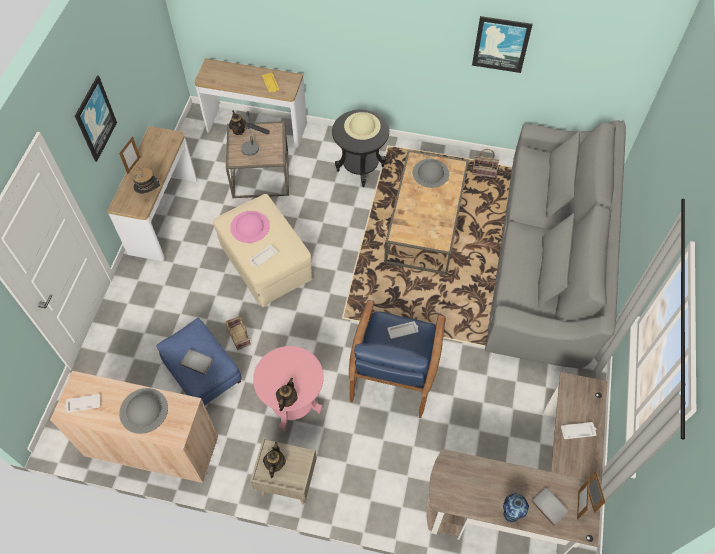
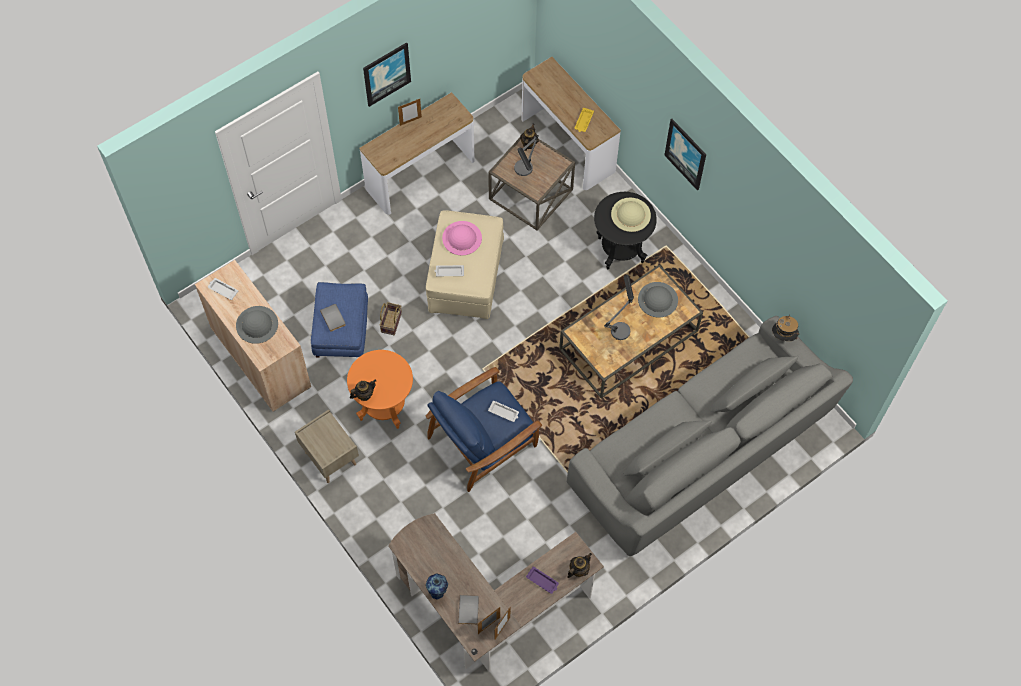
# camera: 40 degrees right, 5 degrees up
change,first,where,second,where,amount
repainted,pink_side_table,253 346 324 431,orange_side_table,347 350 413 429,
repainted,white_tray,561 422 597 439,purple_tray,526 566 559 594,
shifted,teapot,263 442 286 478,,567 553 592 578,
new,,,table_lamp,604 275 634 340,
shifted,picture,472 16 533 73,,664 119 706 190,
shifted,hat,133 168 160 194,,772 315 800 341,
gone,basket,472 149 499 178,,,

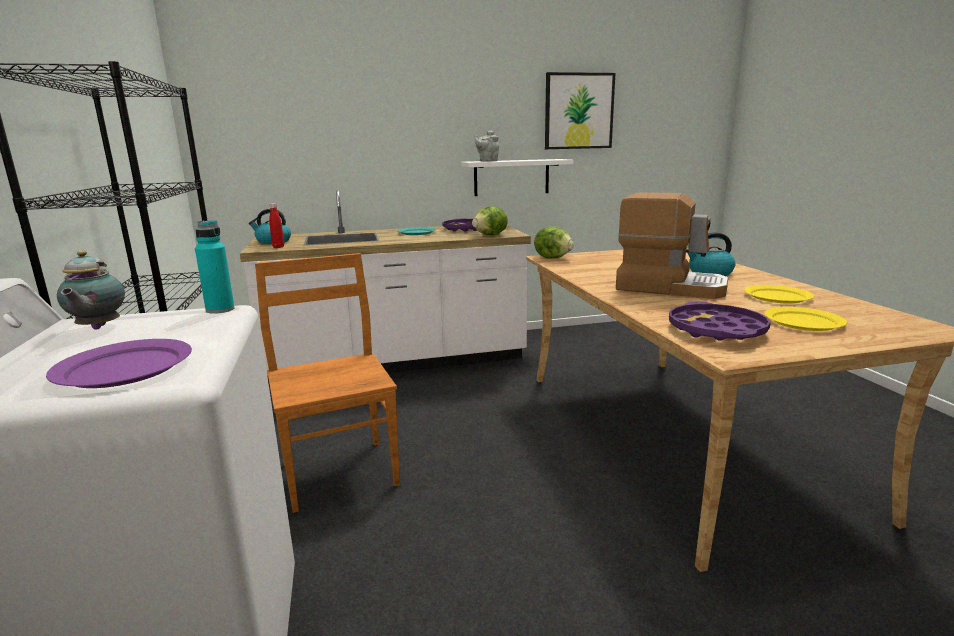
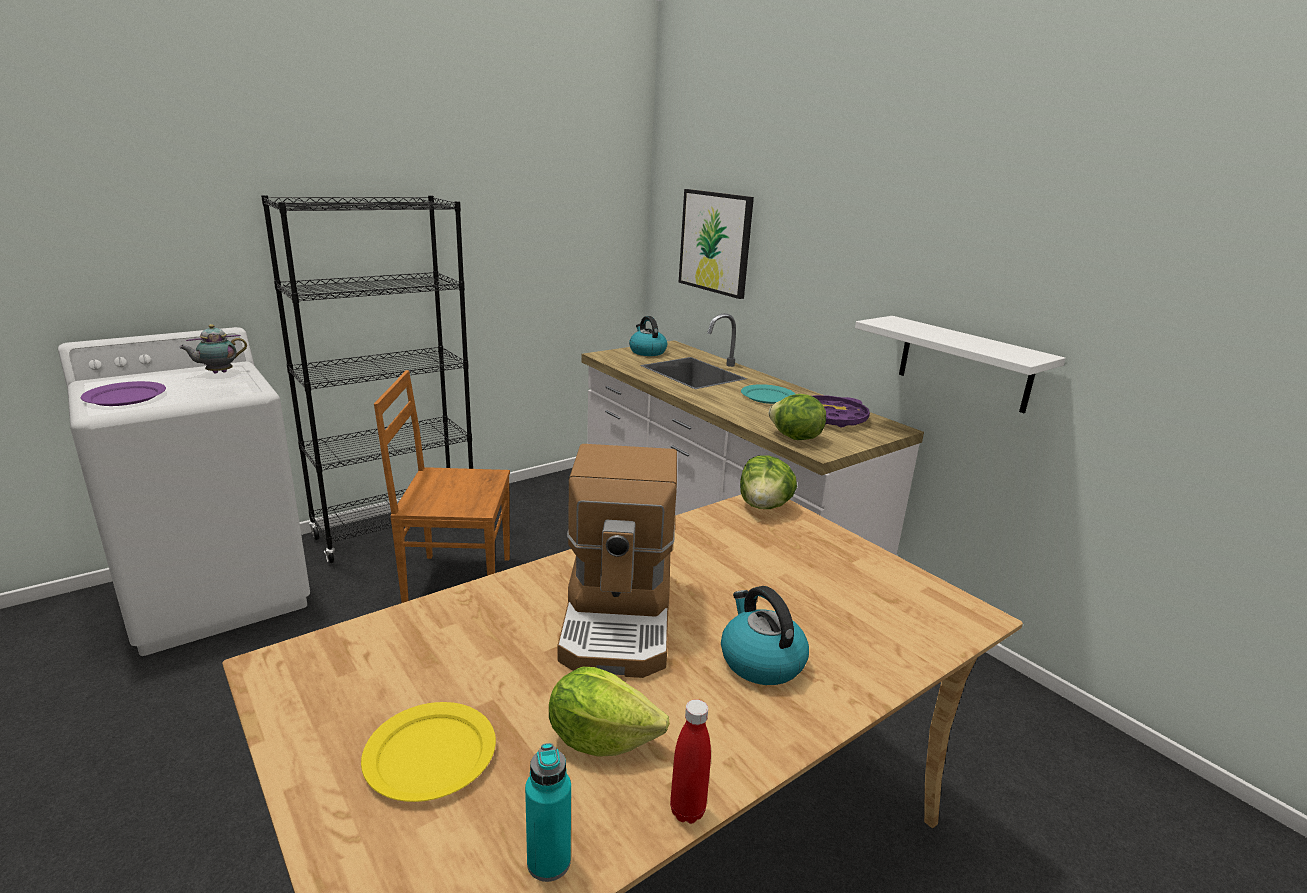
# camera: 65 degrees right, 5 degrees up
change,first,where,second,where,amount
rotated,brown_chair,255 253 400 513,,374 370 510 603,135 degrees counterclockwise
shifted,turquoise_bottle,195 220 235 314,,525 743 571 882,
swapped,yellow_plate,744 285 814 303,lettuce,549 667 670 757,
shifted,red_bottle,269 203 284 248,,670 699 711 824,
shifted,picture,545 72 615 149,,679 189 754 299,
gone,grey_teapot,475 130 499 162,,,
gone,purple_tray,669 301 771 341,,,

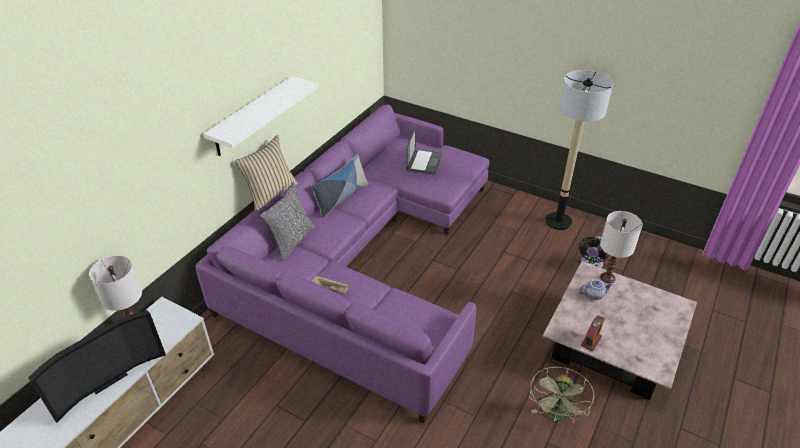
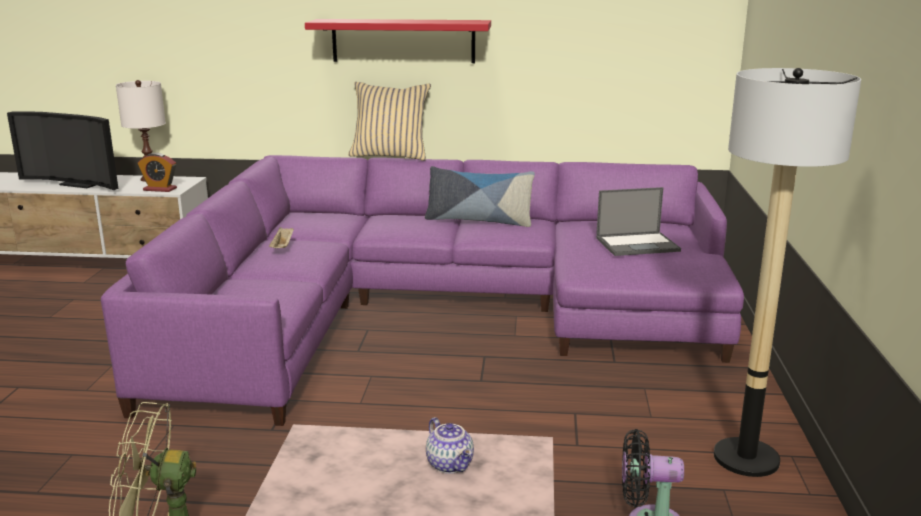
# camera: 65 degrees right, 20 degrees down
change,first,where,second,where,amount
shifted,alarm_clock,581 315 605 351,,138 153 177 192,
repainted,white_shelf,203 76 319 156,red_shelf,305 19 491 63,
gone,grey_pillow,259 182 315 261,,,
gone,white_table_lamp,600 211 643 283,,,

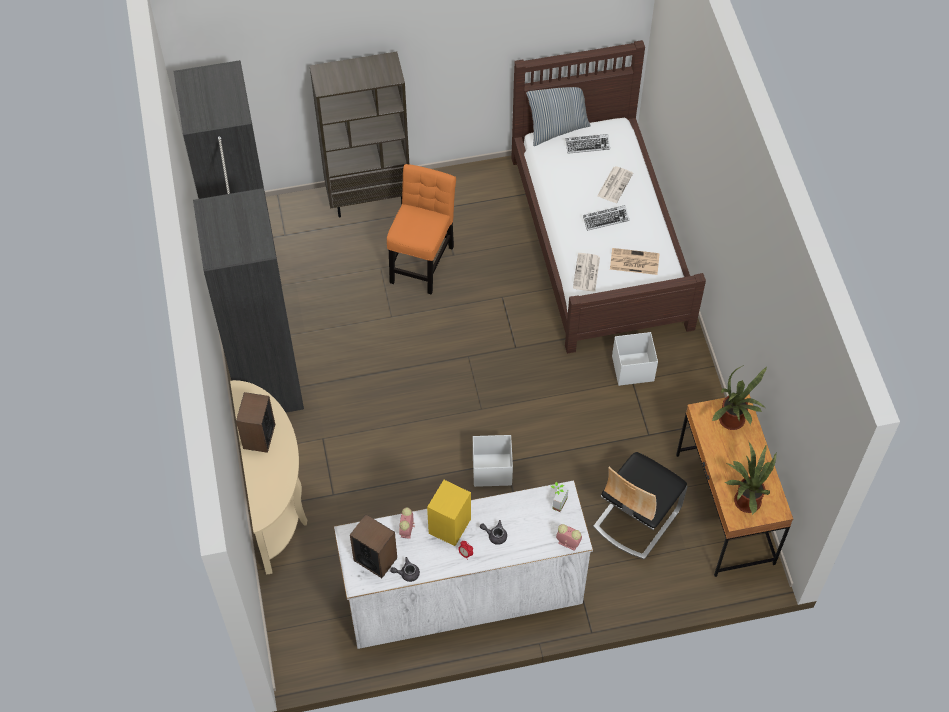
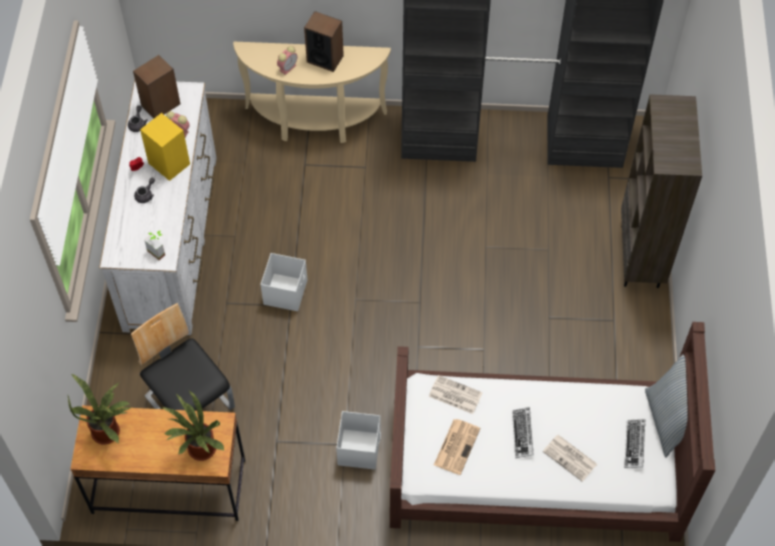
# camera: 105 degrees right, 0 degrees up
change,first,where,second,where,amount
shifted,alarm_clock,556 524 582 551,,277 46 297 75,
gone,orange_chair,387 164 456 294,,,

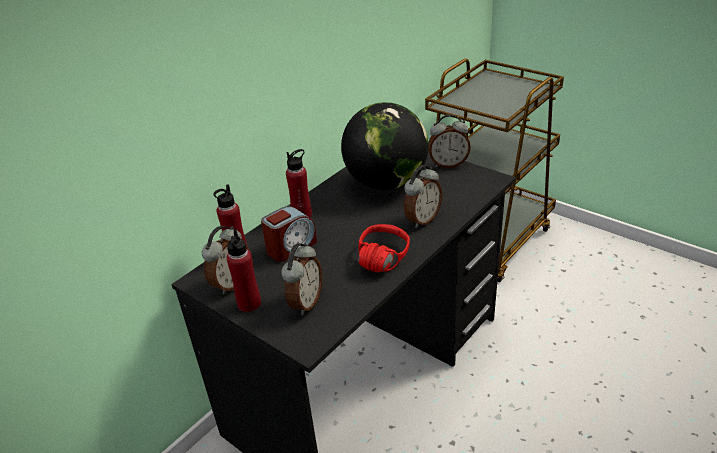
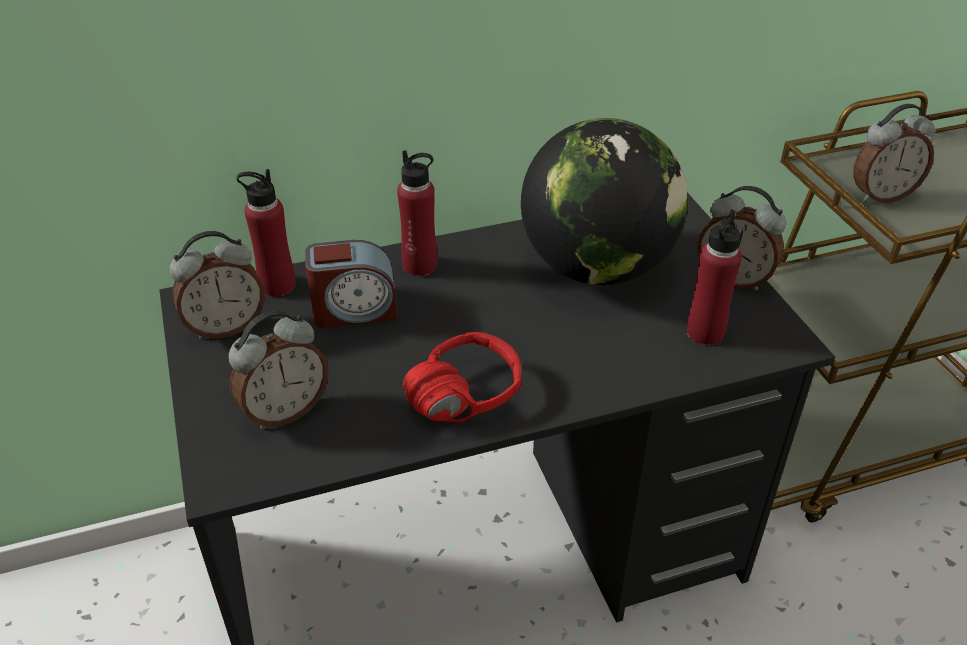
# camera: 30 degrees right, 5 degrees up
change,first,where,second,where,amount
shifted,red_bottle,226 229 261 312,,686 210 742 345,
shifted,alarm_clock,404 165 442 228,,853 104 936 203,

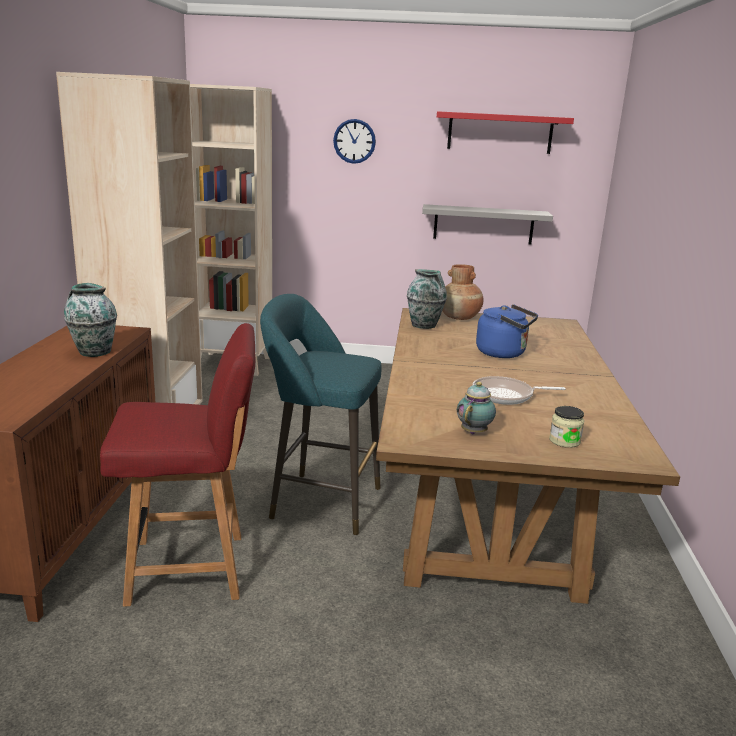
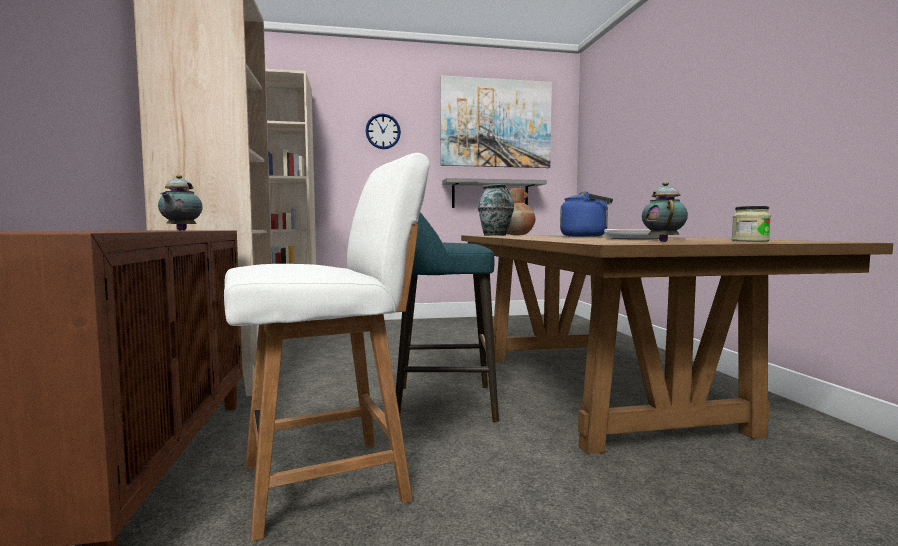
# camera: 15 degrees left, 15 degrees down
change,first,where,second,where,amount
swapped,vase,64 283 117 357,teapot,158 175 203 230,
repainted,red_chair,100 323 255 607,white_chair,224 153 430 542,
swapped,red_shelf,437 111 574 154,picture,440 75 552 168,

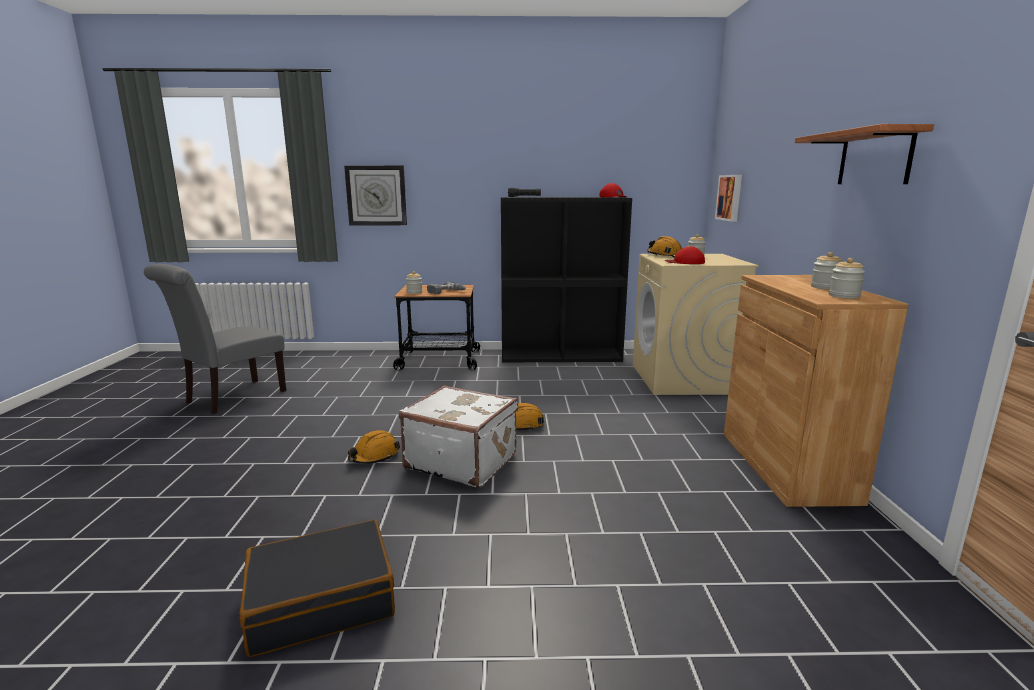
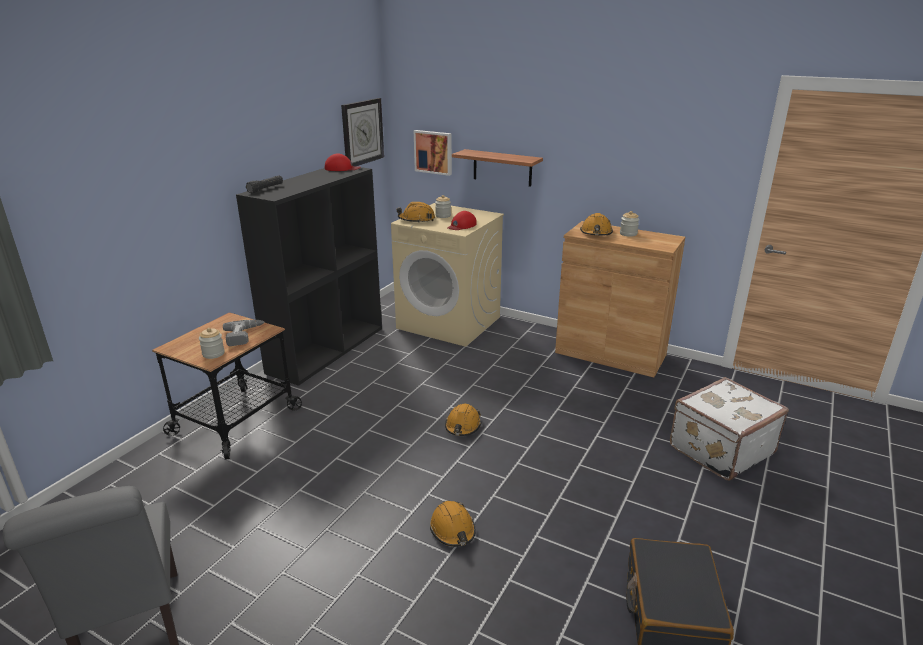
# camera: 60 degrees left, 10 degrees up
change,first,where,second,where,amount
shifted,wall_clock,344 166 407 226,,341 98 384 166,
shifted,shelf,795 124 934 184,,452 149 543 187,
new,,,orange_hard_hat,580 213 613 236,
shifted,white_suitcase,399 385 518 488,,670 377 789 481,
gone,jar,829 258 865 299,,,

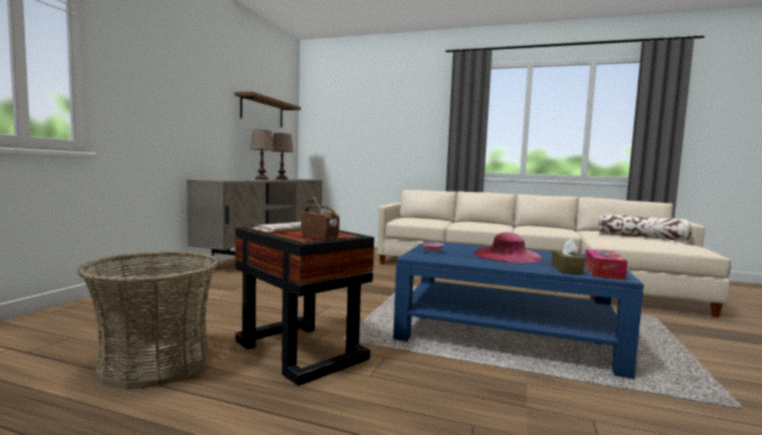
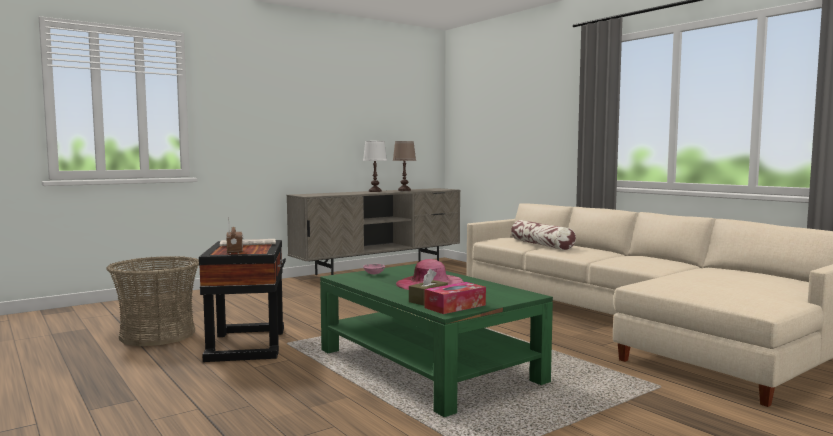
# camera: 35 degrees right, 0 degrees up
change,first,where,second,where,amount
repainted,blue_coffee_table,393 241 644 379,green_coffee_table,320 264 553 417,
repainted,brown_table_lamp,250 129 274 180,white_table_lamp,363 141 387 192,
shifted,pillow,597 214 692 241,,511 220 576 250,
gone,brown_shelf,234 91 301 127,,,

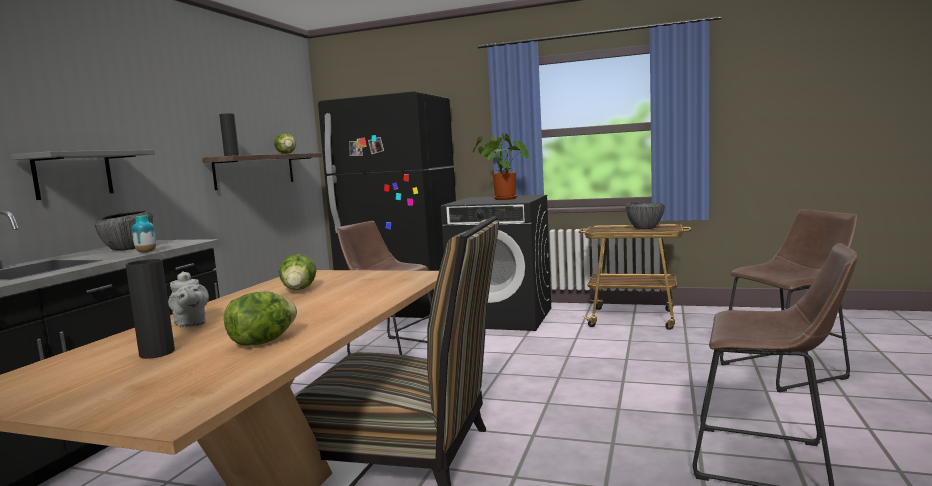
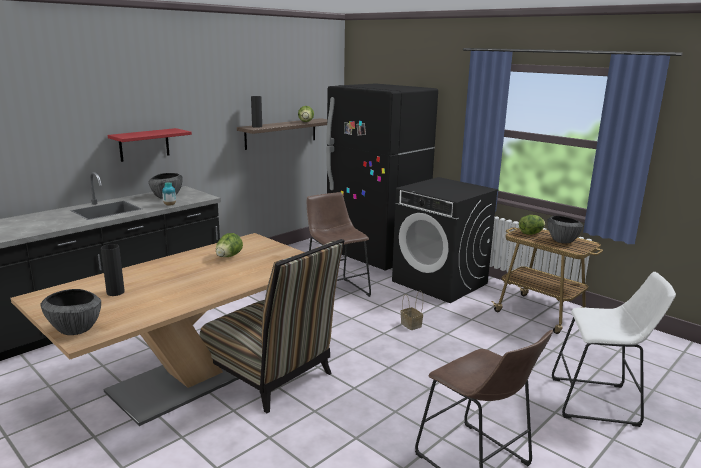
# camera: 25 degrees right, 10 degrees up
change,first,where,second,where,amount
new,,,bowl,40 289 101 335,
repainted,grey_shelf,11 150 155 200,red_shelf,108 128 192 162,
new,,,basket,401 290 423 330,
shifted,lettuce,224 291 297 346,,519 215 545 235,
repainted,brown_stool,720 209 857 392,white_stool,552 272 676 427,
gone,grey_teapot,168 271 209 327,,,
gone,potted_plant,473 133 529 200,,,

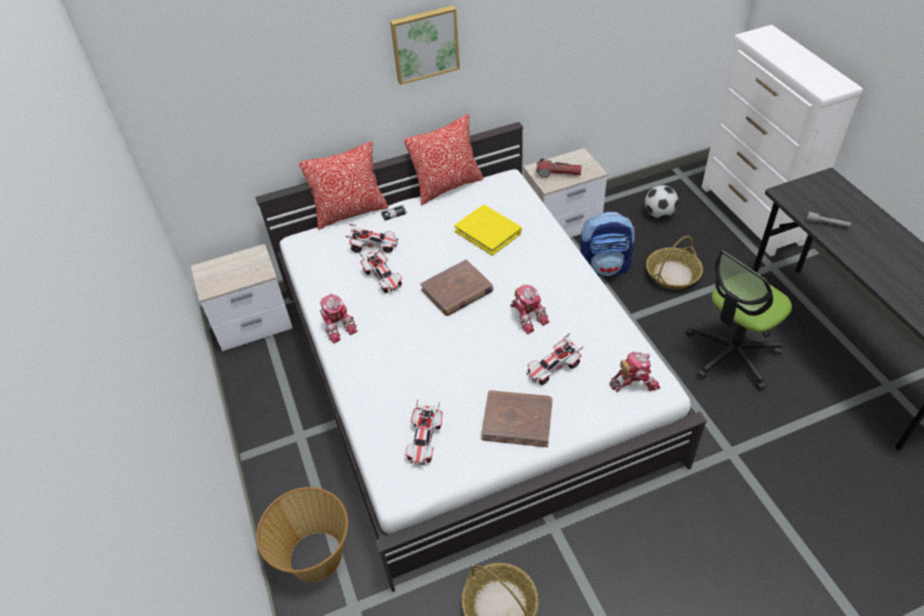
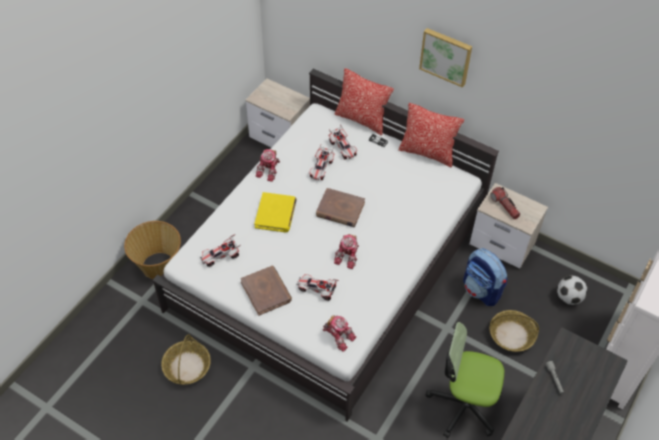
# camera: 50 degrees right, 5 degrees up
change,first,where,second,where,amount
shifted,yellow_book,454 205 522 256,,254 192 297 232,

